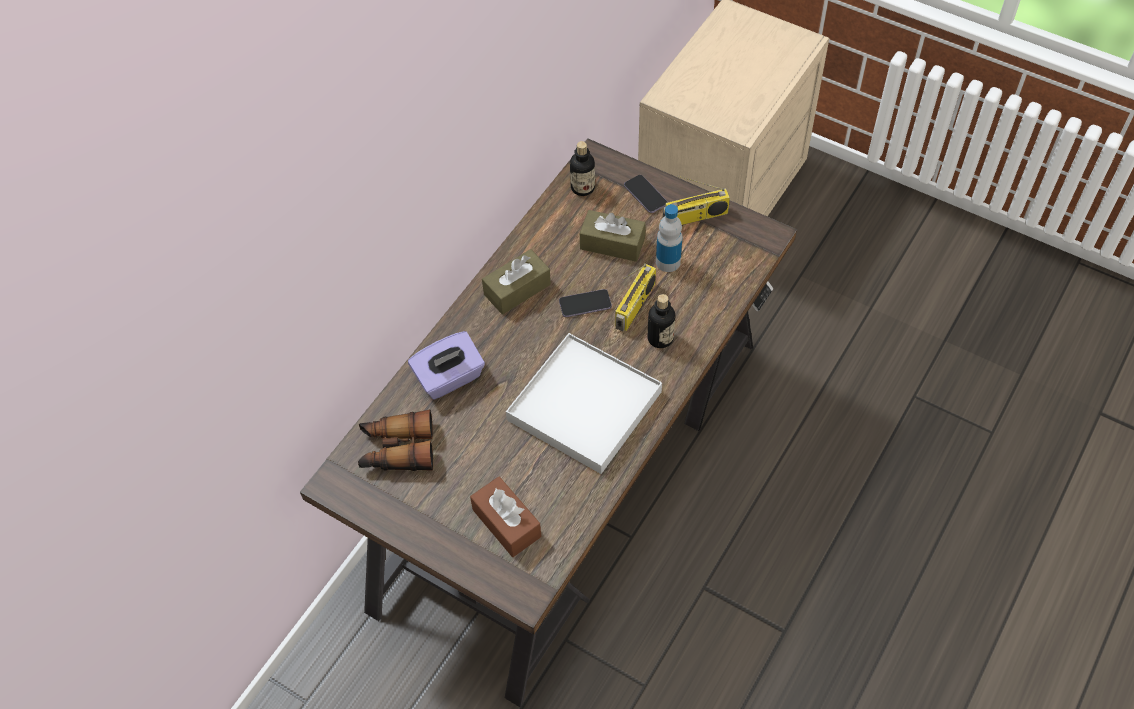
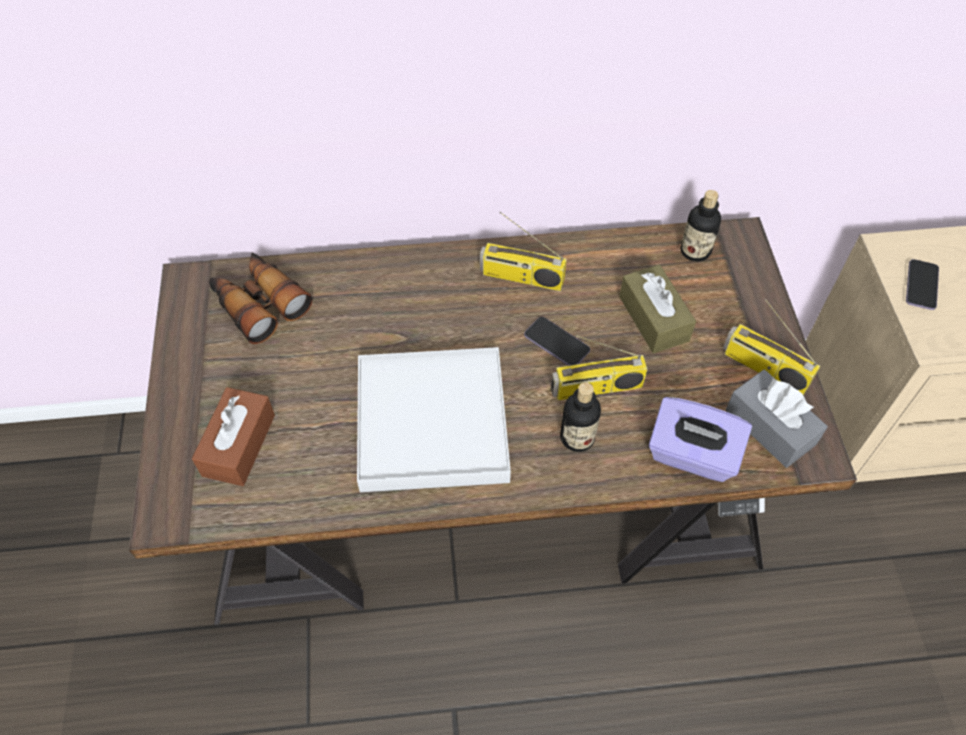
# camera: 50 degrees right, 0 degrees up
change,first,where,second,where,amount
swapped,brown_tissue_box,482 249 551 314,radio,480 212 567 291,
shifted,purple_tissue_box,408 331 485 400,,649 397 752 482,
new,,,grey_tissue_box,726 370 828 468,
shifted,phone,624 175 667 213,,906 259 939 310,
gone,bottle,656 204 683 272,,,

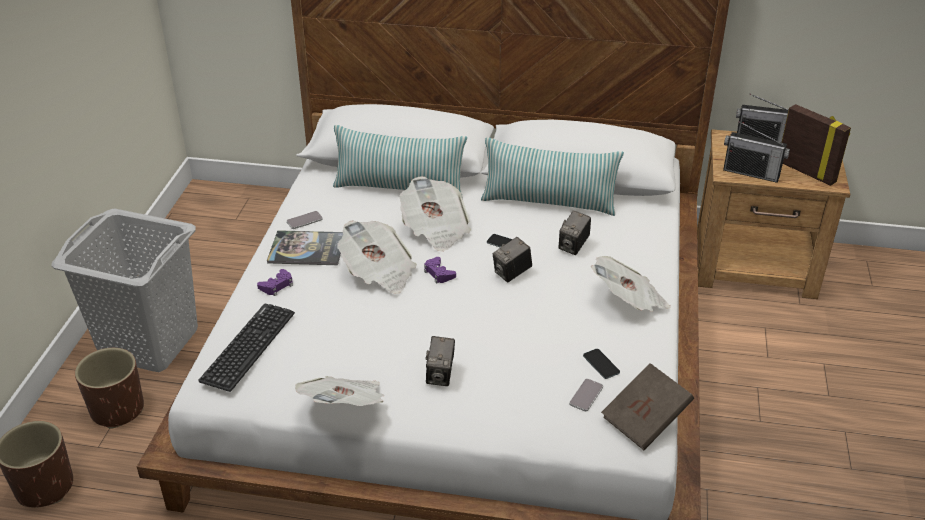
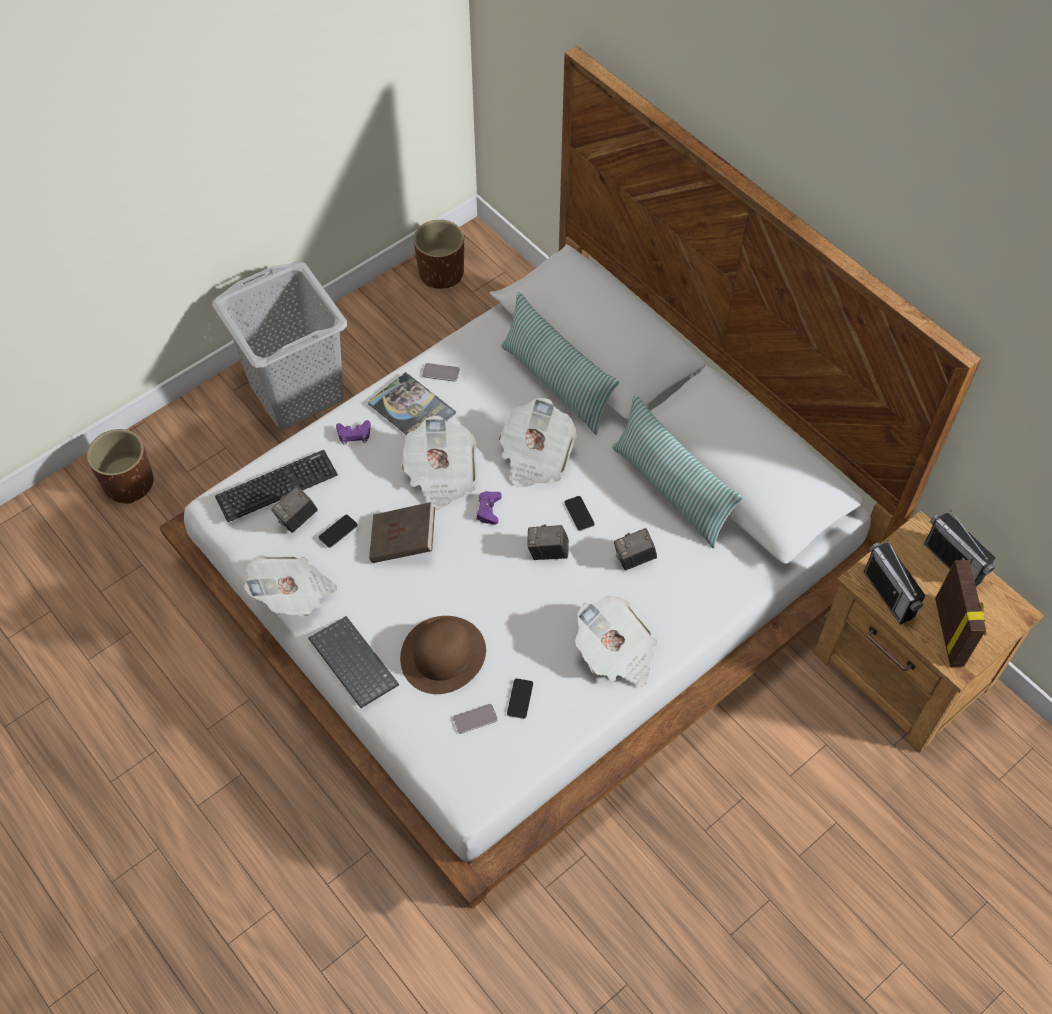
# camera: 40 degrees right, 20 degrees up
change,first,where,second,where,amount
shifted,photo_camera,426 336 455 386,,271 486 318 533,
new,,,keyboard,308 616 399 708,
new,,,phone,319 515 358 548,
shifted,brown_book,601 363 694 450,,369 502 435 563,
new,,,brown_hat,400 616 486 694,
shifted,brown_planter,75 348 144 429,,413 220 464 289,

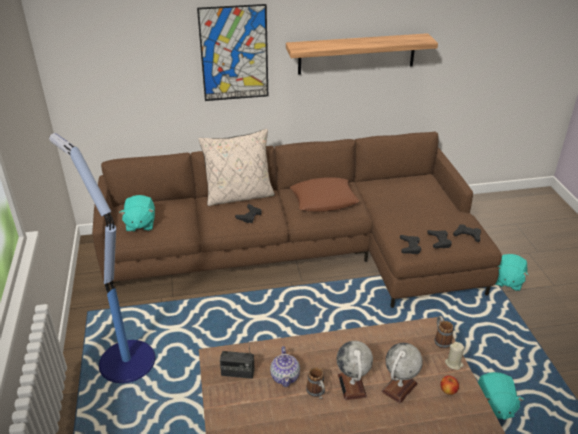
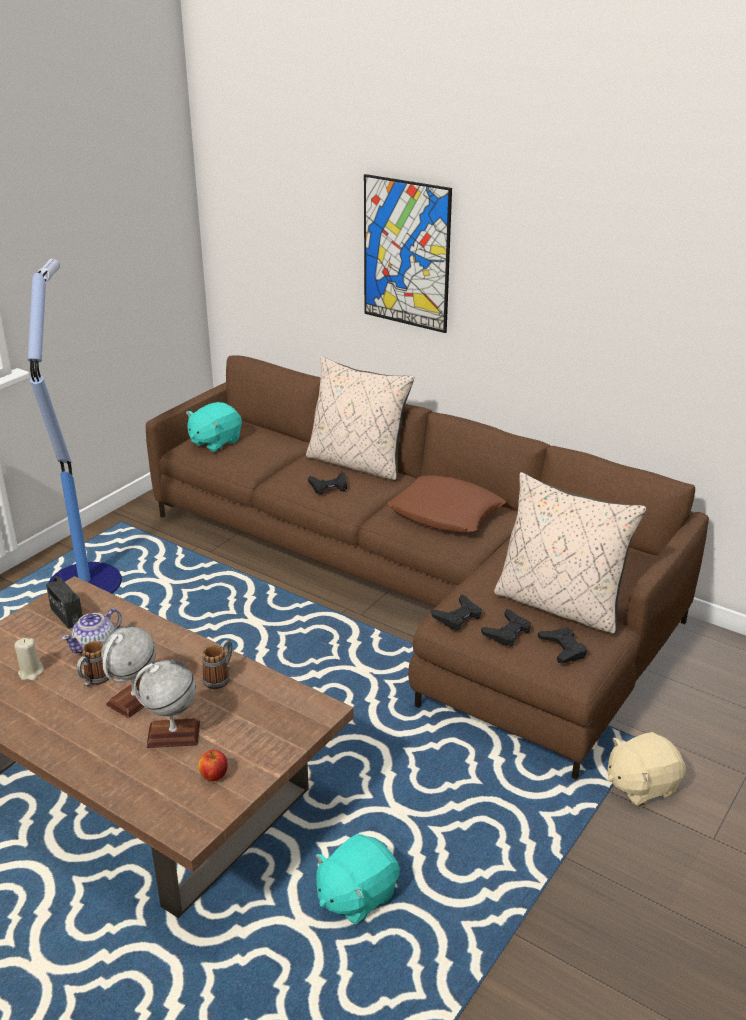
# camera: 45 degrees right, 5 degrees down
change,first,where,second,where,amount
shifted,beige_candle,445 342 465 370,,14 638 44 680,
shifted,mug,434 316 453 349,,202 640 232 689,
new,,,beige_pillow,494 472 646 634,
repainted,turquoise_plush_toy,495 254 528 291,beige_plush_toy,608 732 686 807,
gone,shelf,286 33 438 75,,,

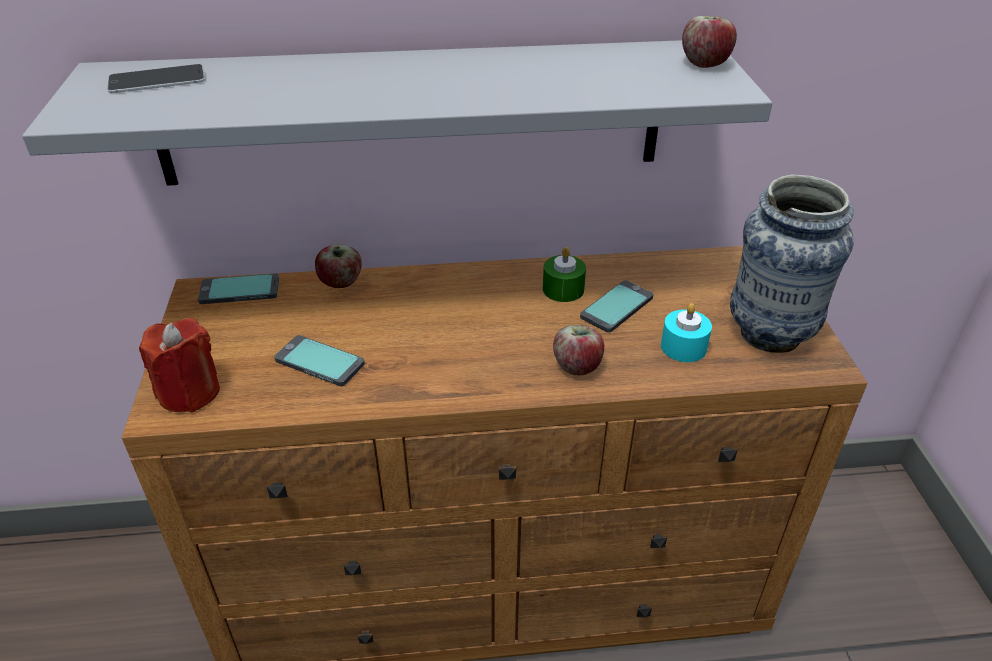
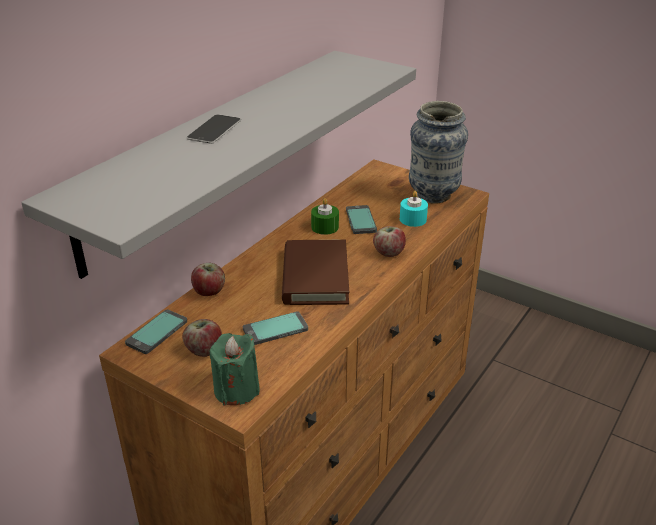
# camera: 50 degrees left, 5 degrees down
change,first,where,second,where,amount
shifted,apple,682 16 737 68,,182 319 222 357,
shifted,phone,107 64 205 93,,187 114 241 144,
repainted,red_candle,139 318 220 413,green_candle,209 333 260 405,
new,,,brown_book,282 240 349 305,

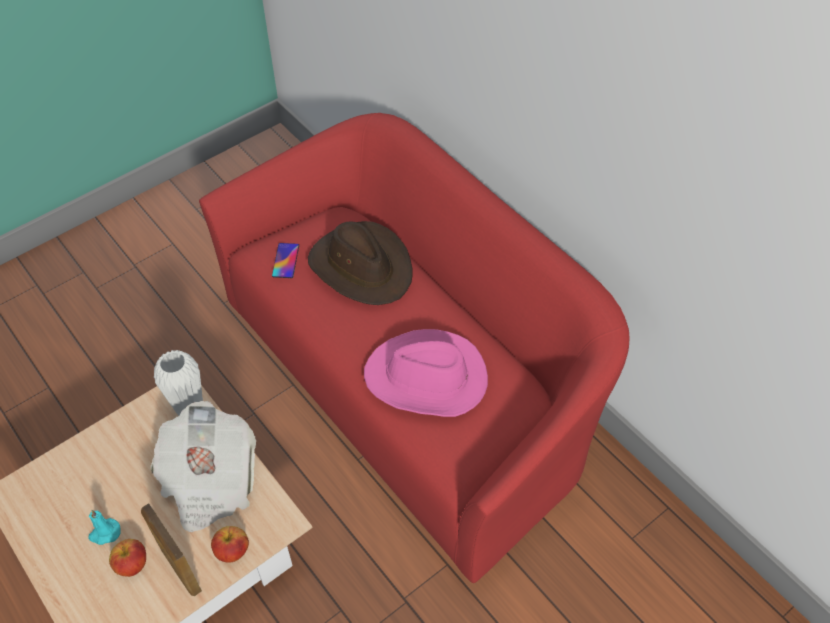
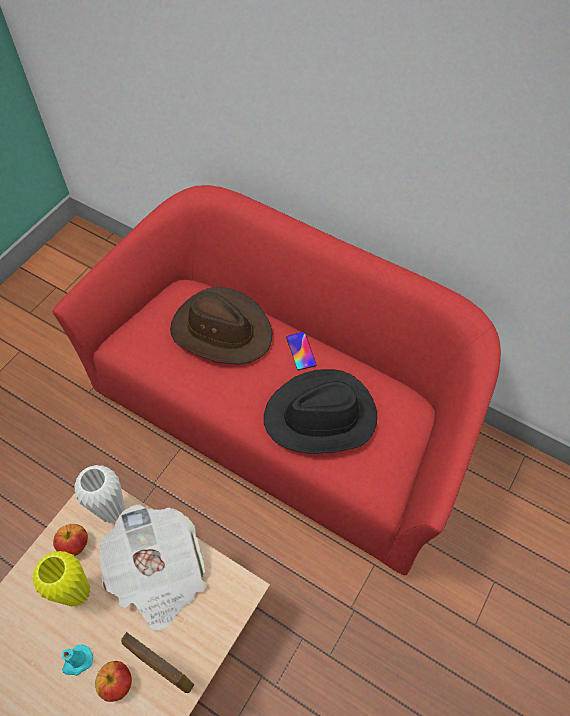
# camera: 20 degrees left, 5 degrees up
change,first,where,second,where,amount
new,,,yellow_vase,33 551 91 607,
shifted,apple,211 526 249 563,,53 524 88 556,
repainted,pink_hat,364 329 488 417,black_hat,264 369 377 454,
shifted,phone,272 243 299 278,,286 332 317 370,

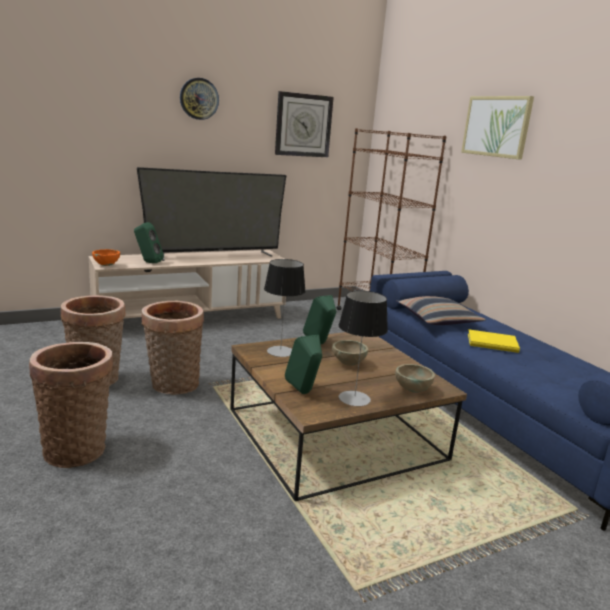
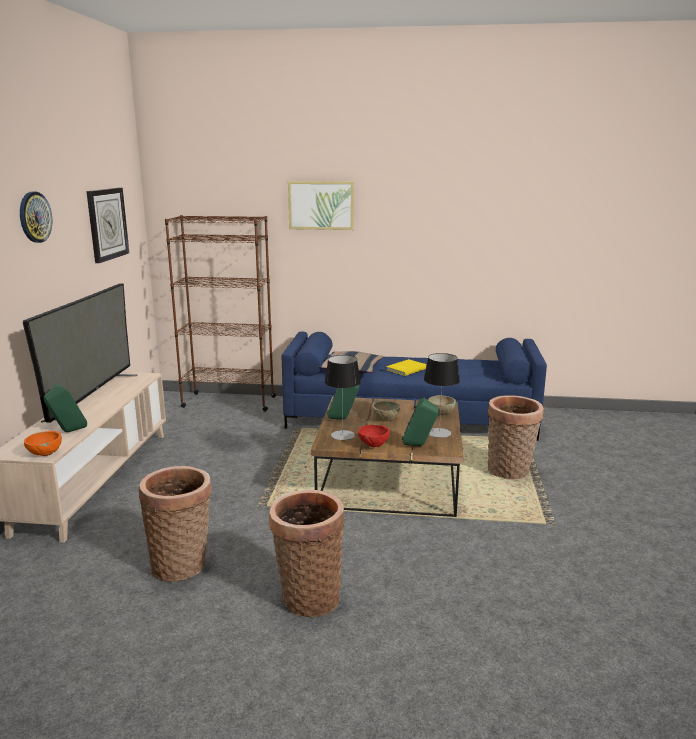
# camera: 55 degrees left, 0 degrees up
change,first,where,second,where,amount
new,,,red_bowl,358 424 390 447,
shifted,basket,142 301 204 395,,488 395 544 480,

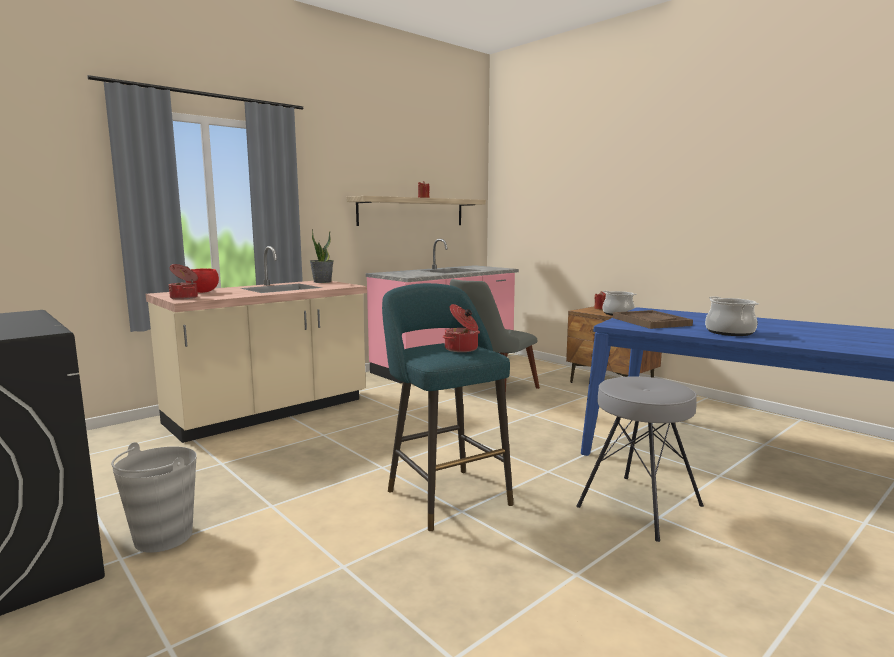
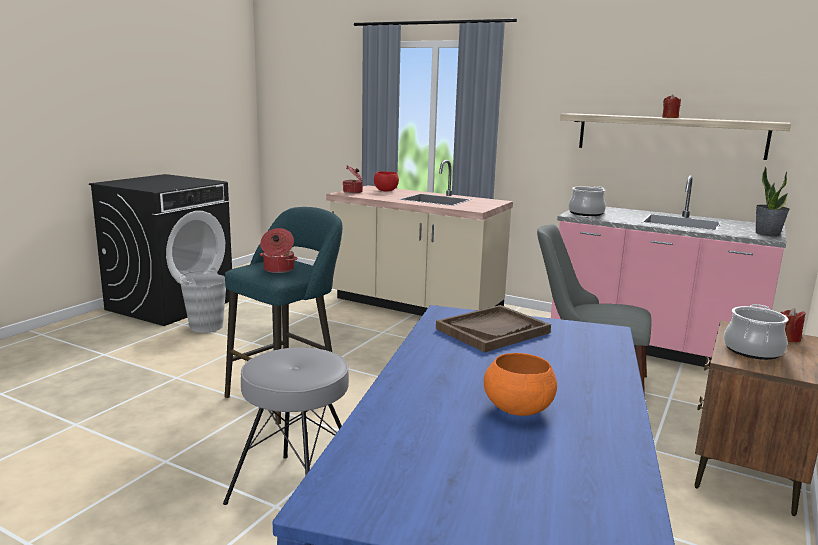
# camera: 70 degrees right, 5 degrees up
change,first,where,second,where,amount
new,,,orange_bowl,484 353 557 416,
shifted,cooking_pot,705 296 759 336,,568 186 606 216,
shifted,potted_plant,310 229 334 283,,755 166 790 236,

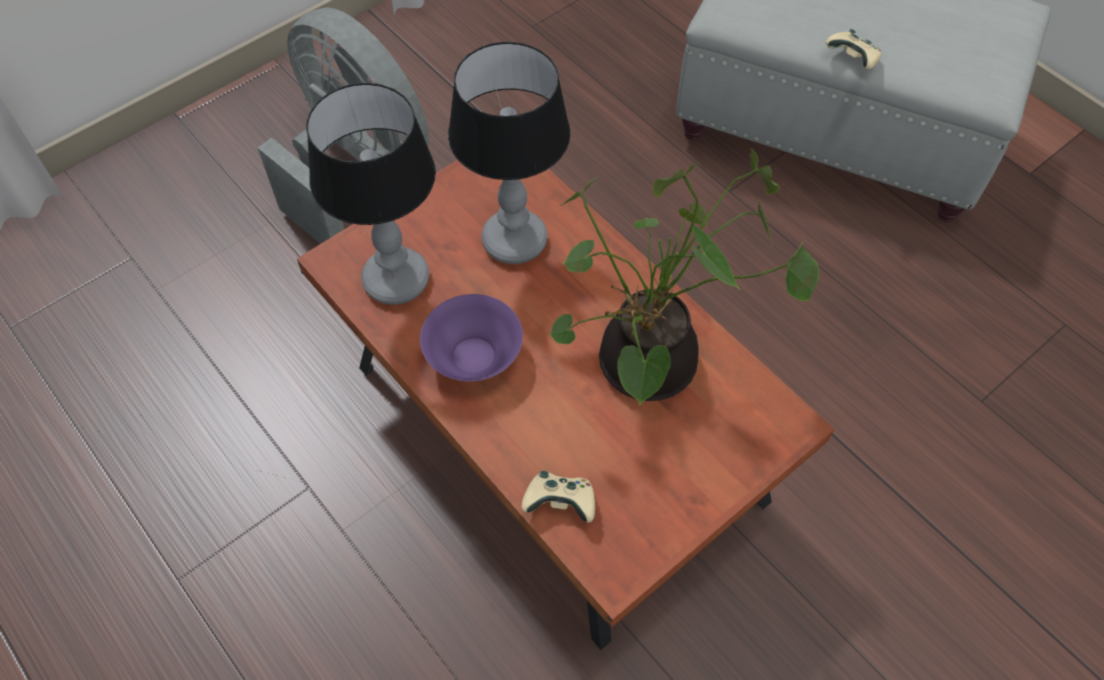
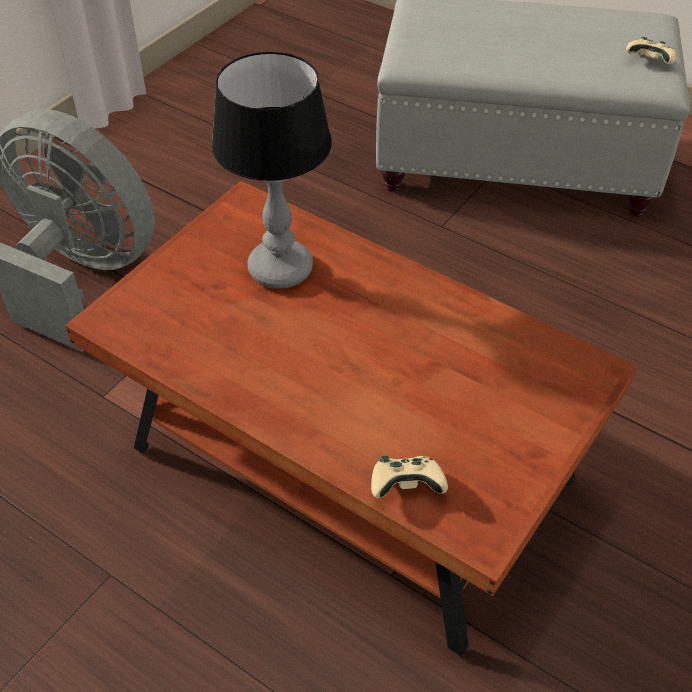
# camera: 15 degrees left, 10 degrees down
change,first,where,second,where,amount
shifted,beige_game_controller,826 29 882 69,,626 37 676 64,
gone,table_lamp,306 83 436 305,,,
gone,purple_bowl,420 294 523 381,,,
gone,potted_plant,549 149 819 406,,,

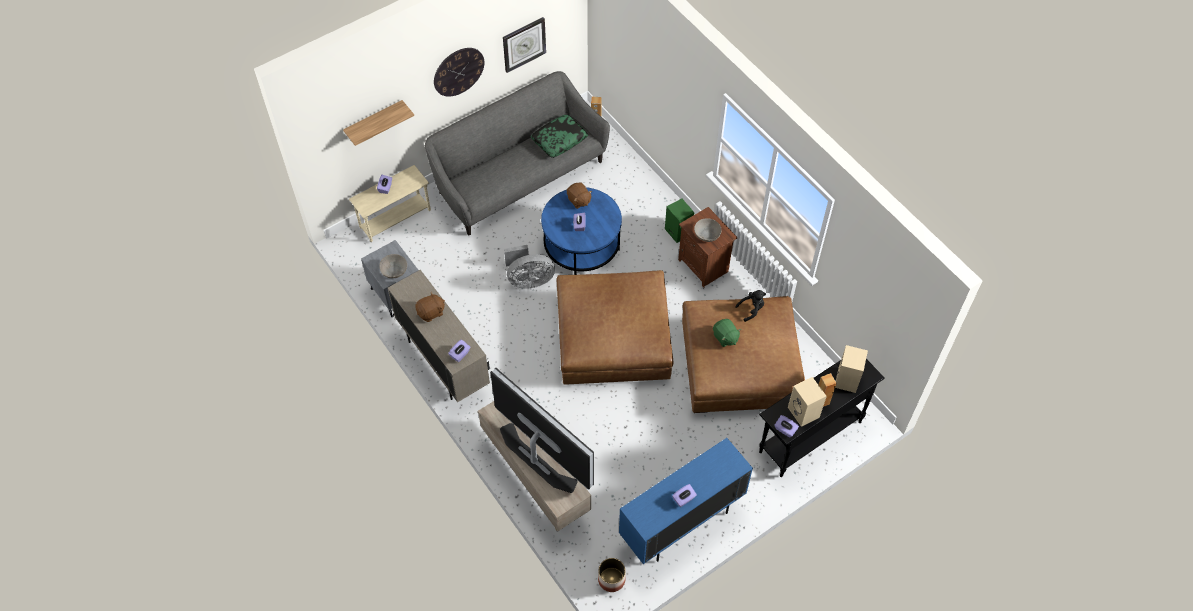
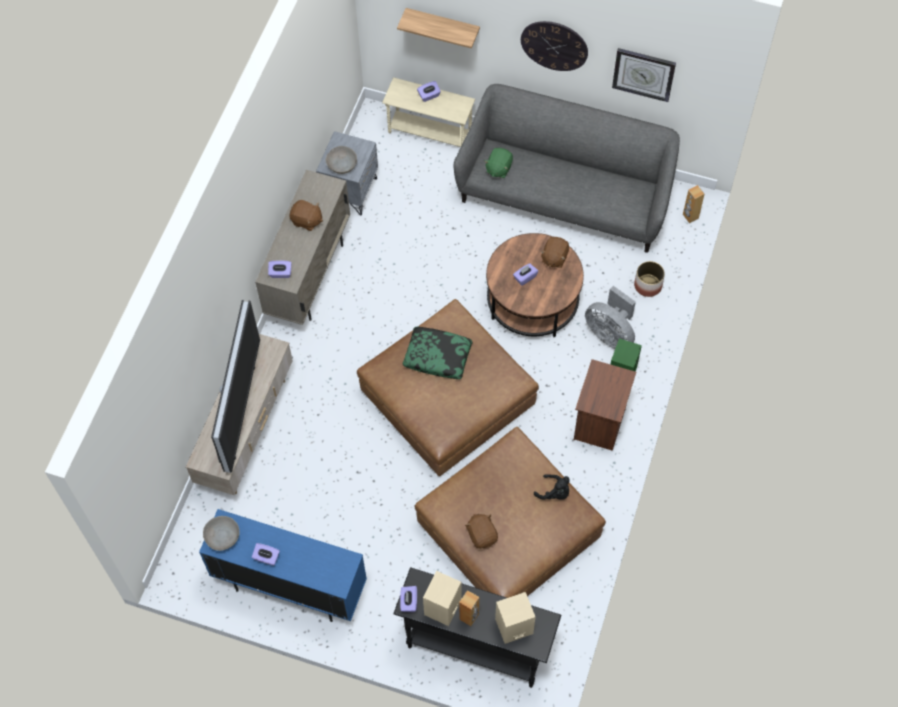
# camera: 55 degrees right, 5 degrees up
change,first,where,second,where,amount
shifted,grey_bowl,694 218 721 242,,203 516 240 551,
shifted,pillow,531 114 588 158,,403 327 473 379,
new,,,brown_plush_toy,465 514 498 549,
shifted,green_plush_toy,713 319 741 347,,485 148 513 178,
repainted,blue_coffee_table,541 187 622 275,brown_coffee_table,486 233 584 337,
shifted,grey_fan,504 245 555 289,,585 286 636 349,
shifted,planter,598 558 626 592,,634 261 665 297,

